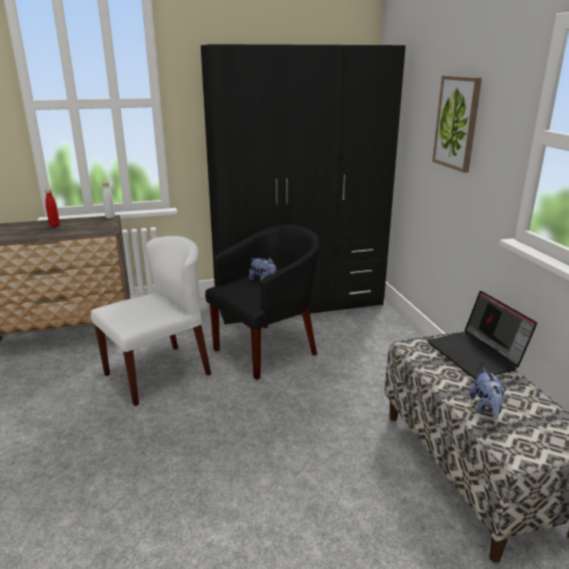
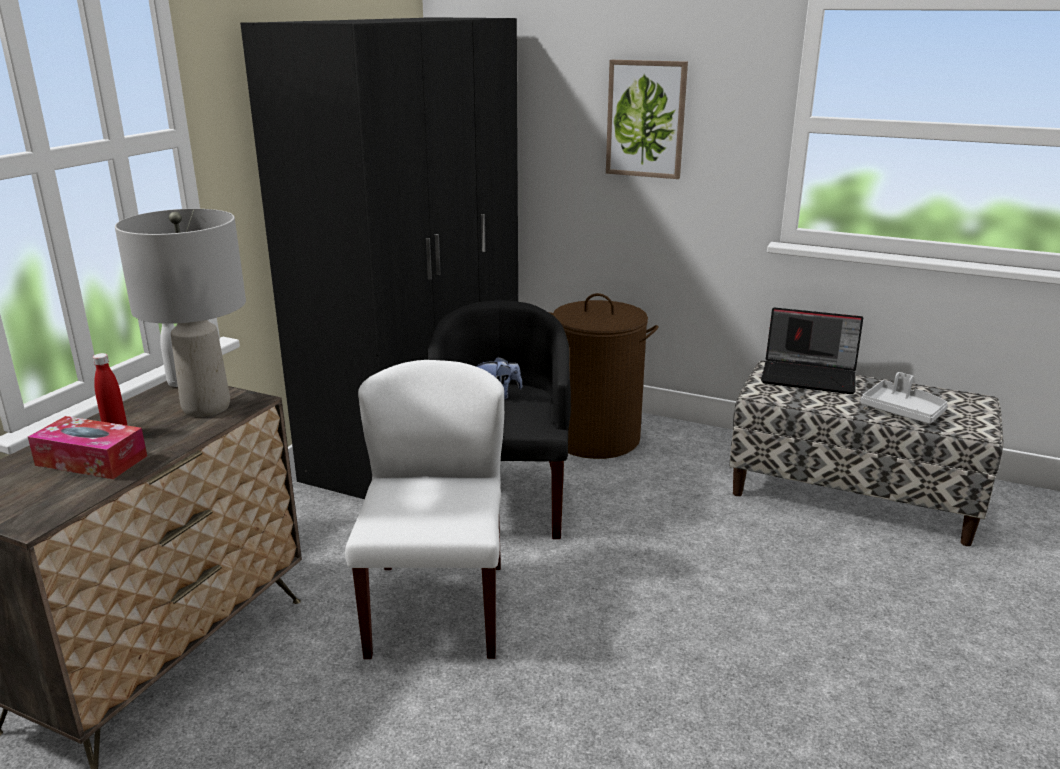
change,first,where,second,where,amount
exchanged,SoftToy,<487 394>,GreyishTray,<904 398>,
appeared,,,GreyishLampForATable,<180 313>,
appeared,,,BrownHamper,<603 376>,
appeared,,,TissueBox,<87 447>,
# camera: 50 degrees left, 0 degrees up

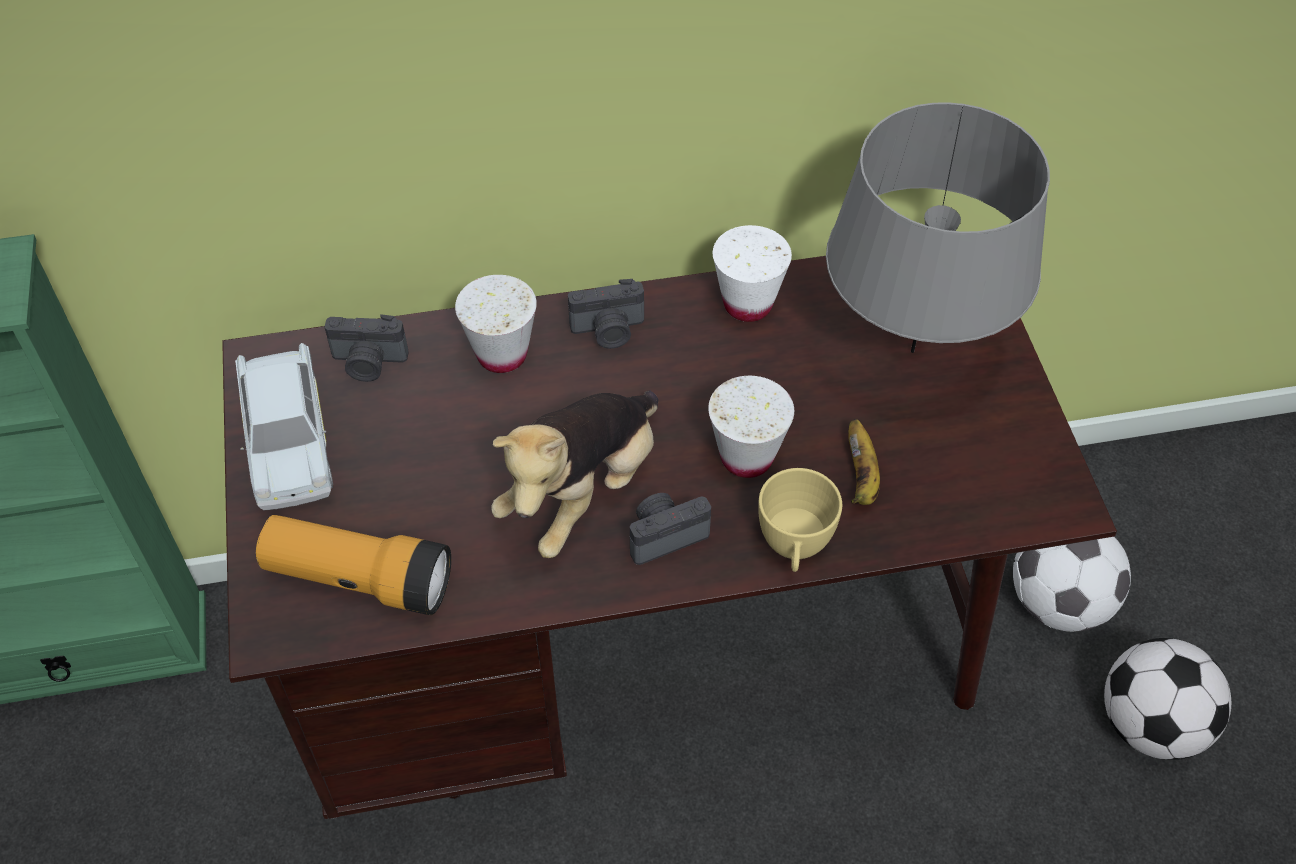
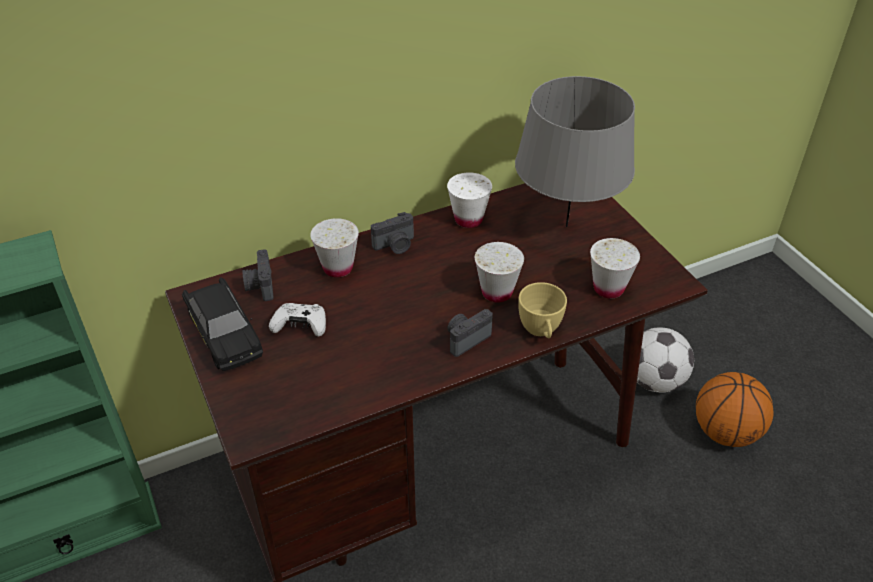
change,first,where,second,where,amount
spun,StillCamera,<366 348>,,<258 275>,90 degrees clockwise
colour,WhiteColouredModelCar,<284 427>,BlackishModelCar,<222 324>,
missing,SoftToy,<574 474>,,,
missing,WholeBanana,<864 462>,,,
missing,Flashlight,<353 565>,,,
exchanged,FootballBall,<1167 699>,BallForBasketball,<735 409>,
appeared,,,WhiteColouredDrinkingCup,<615 268>,
appeared,,,WhiteColouredJoypad,<297 320>,
# camera: 15 degrees left, 10 degrees down

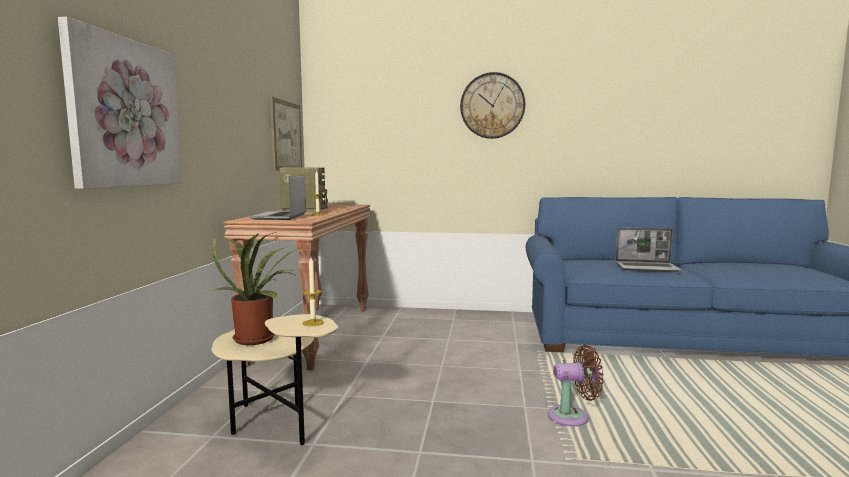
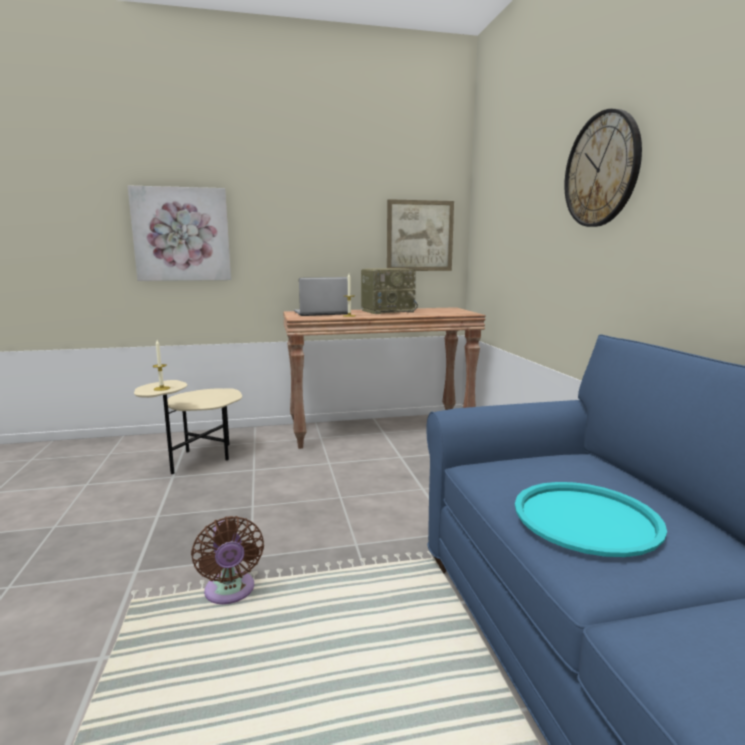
change,first,where,second,where,amount
exchanged,Laptop,<648 249>,TurquoiseTray,<591 519>,
missing,Houseplant,<257 288>,,,
# camera: 70 degrees right, 5 degrees up

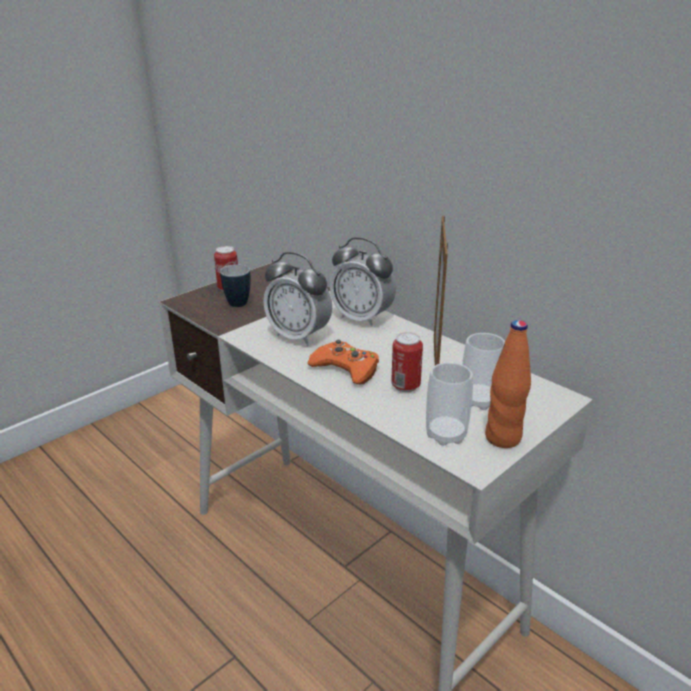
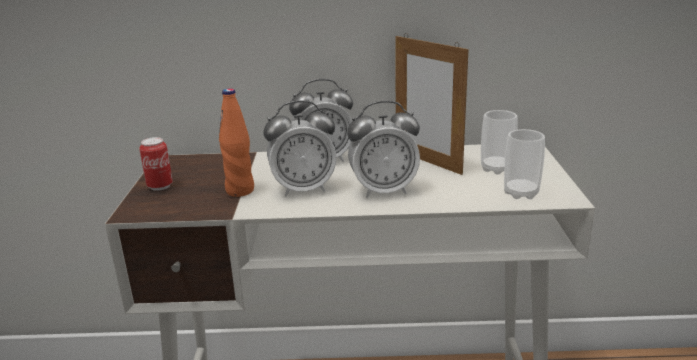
change,first,where,second,where,amount
missing,Mug,<235 285>,,,
relocated,OrangeColouredBeverageBottle,<508 384>,,<236 143>,
missing,SealedCan,<407 362>,,,
exchanged,OrangeColouredJoypad,<343 362>,AlarmClock,<383 149>,
# camera: 45 degrees left, 5 degrees down

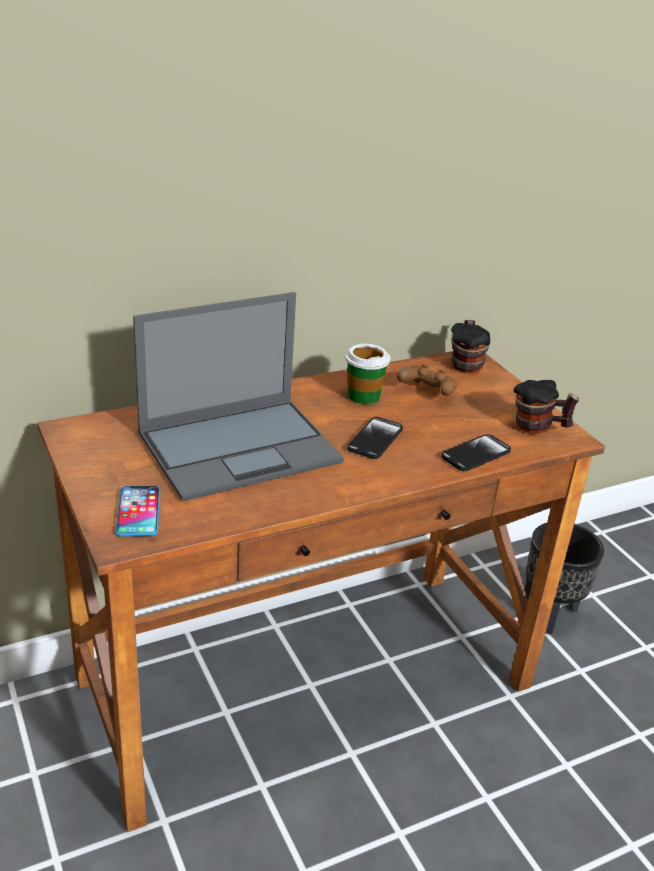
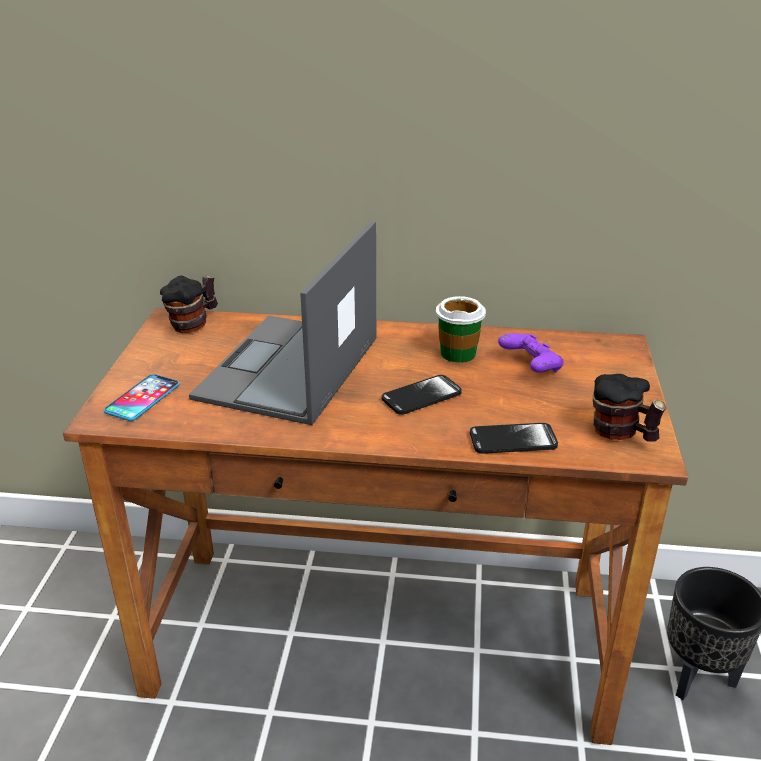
change,first,where,second,where,amount
spun,Laptop,<238 396>,,<282 323>,105 degrees clockwise
relocated,Mug,<470 347>,,<189 304>,
colour,BrownJoypad,<427 380>,PurpleJoypad,<531 353>,
# camera: 35 degrees right, 0 degrees up

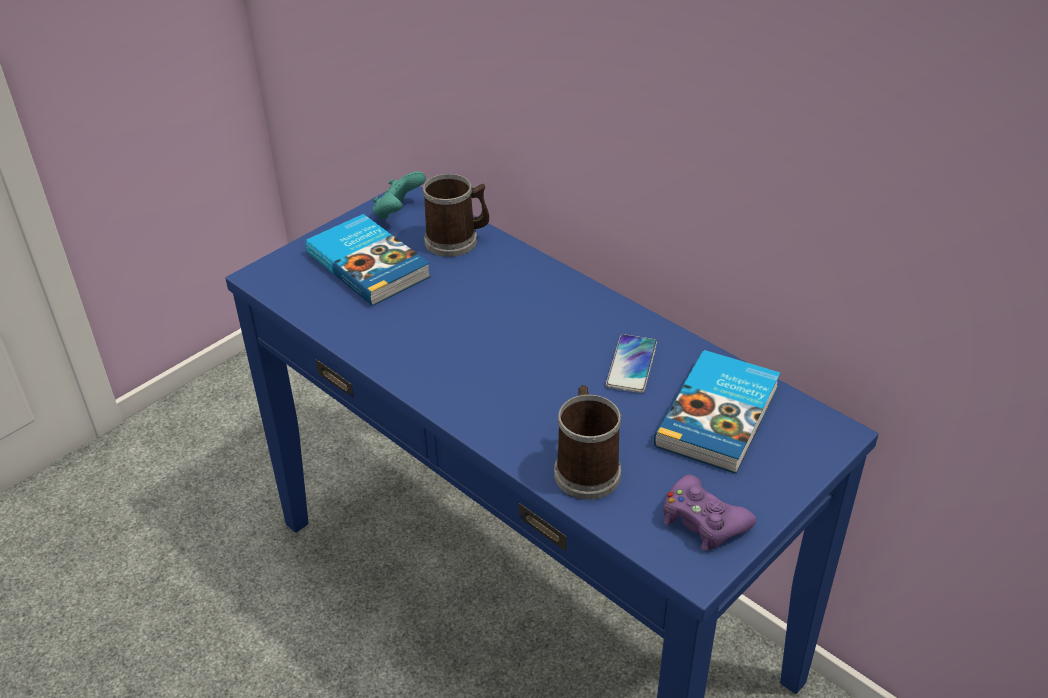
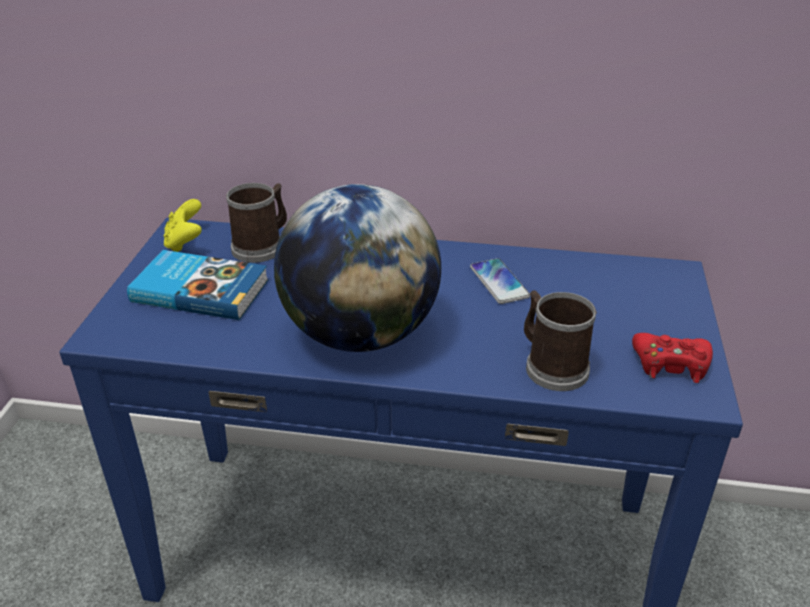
change,first,where,second,where,amount
colour,TurquoiseJoypad,<399 195>,YellowJoypad,<183 225>,
missing,Book,<717 412>,,,
colour,PurpleJoypad,<709 512>,RedColouredJoypad,<672 358>,
appeared,,,Globe,<357 268>,
# camera: 35 degrees left, 5 degrees down

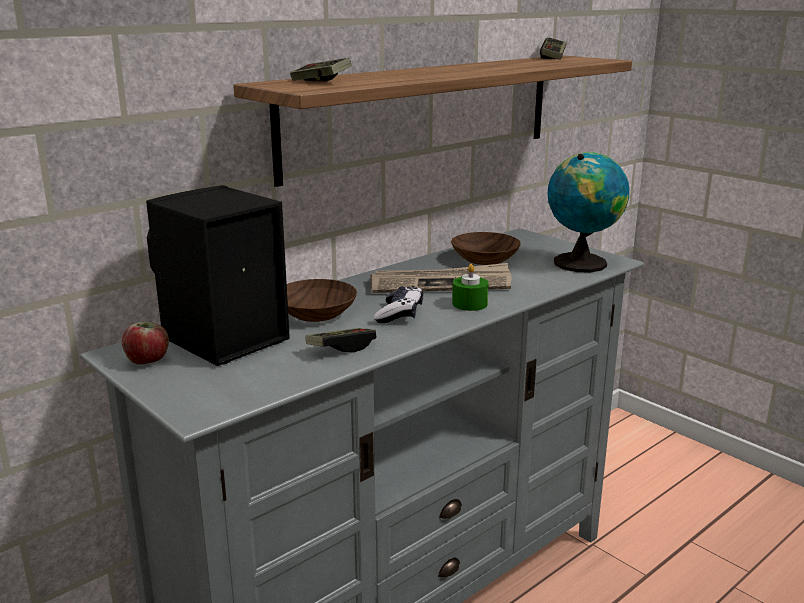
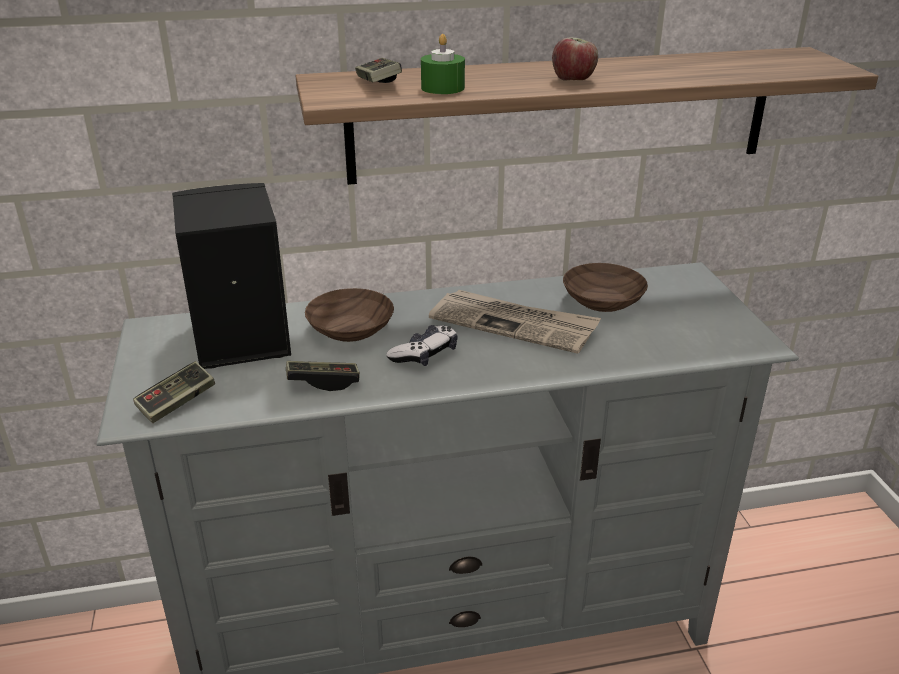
change,first,where,second,where,amount
relocated,Joypad,<553 48>,,<174 392>,
missing,Globe,<588 212>,,,
relocated,GreenColouredCandle,<470 287>,,<443 64>,
relocated,WholeApple,<145 343>,,<575 59>,
# camera: 30 degrees right, 10 degrees up

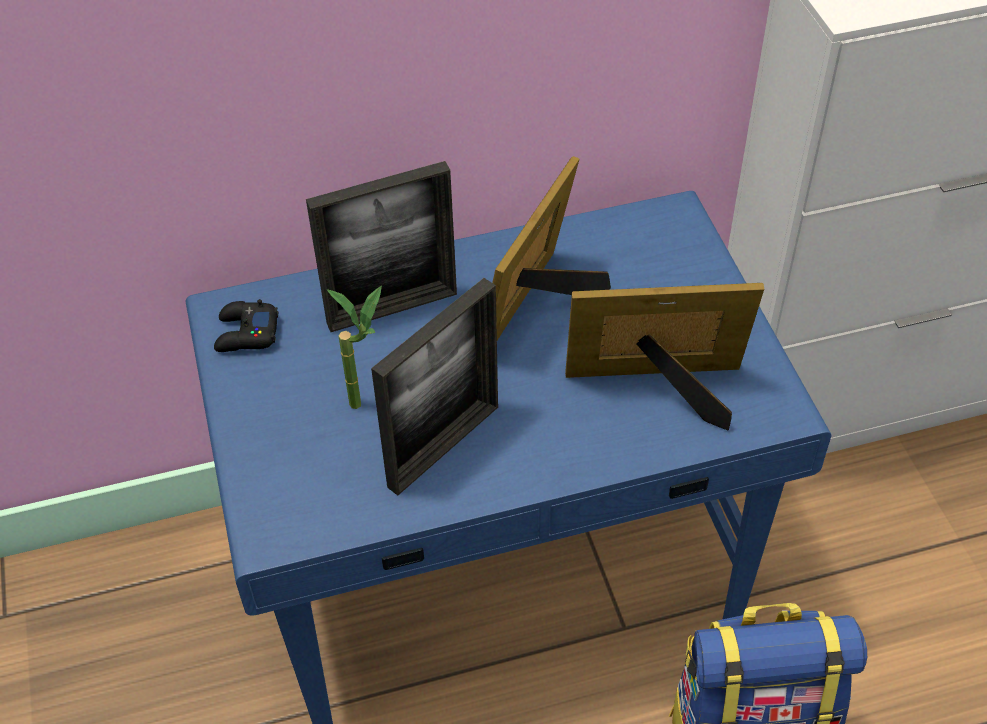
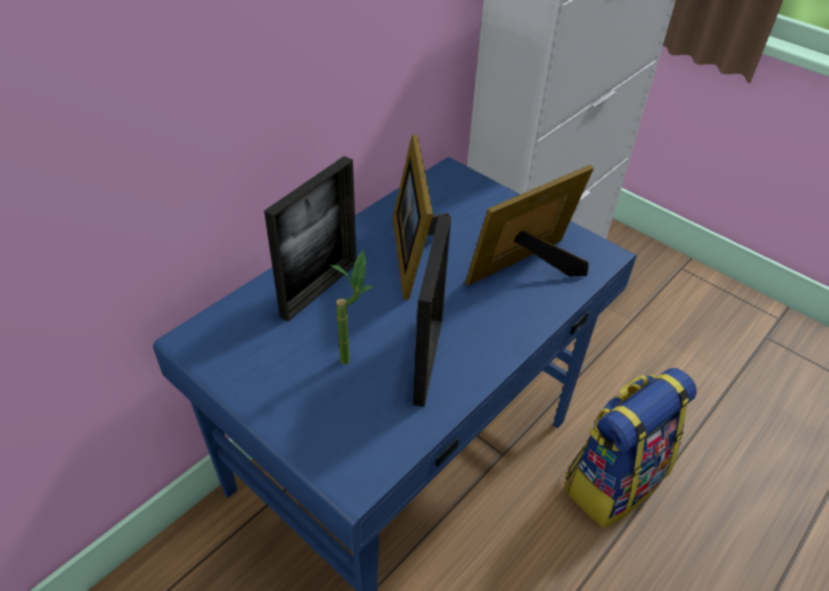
change,first,where,second,where,amount
missing,BlackishJoypad,<246 325>,,,
# camera: 35 degrees left, 5 degrees down

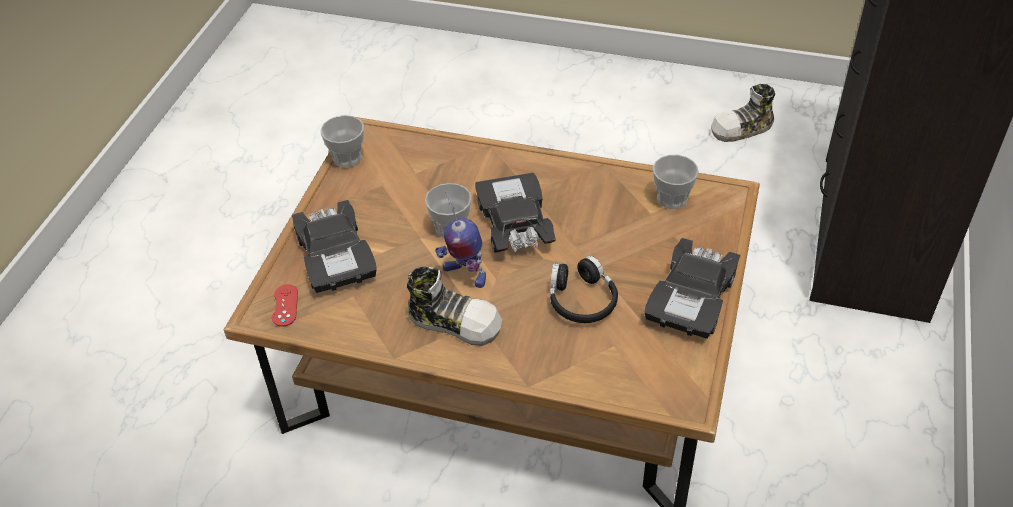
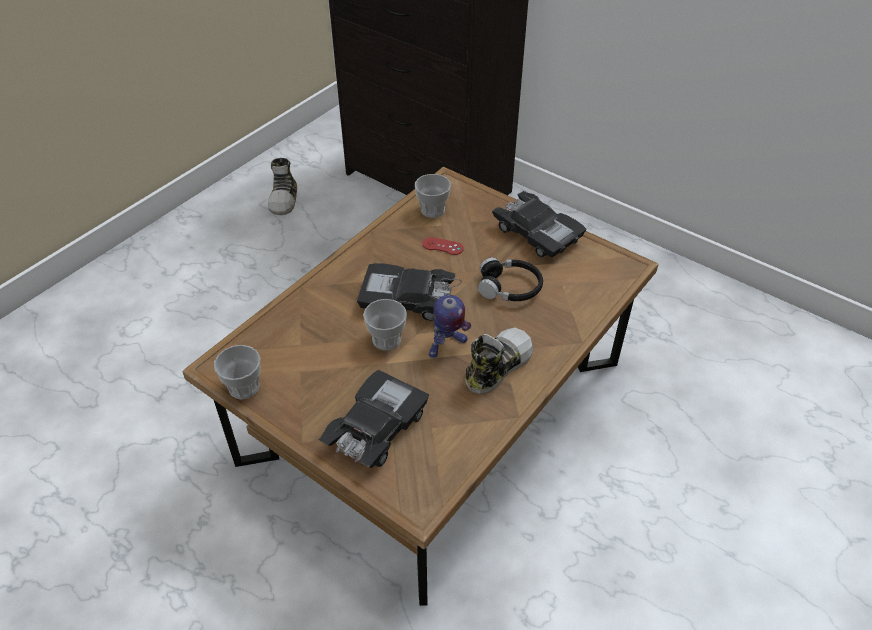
change,first,where,second,where,amount
spun,BlackishModelCar,<334 246>,,<374 419>,60 degrees counterclockwise
relocated,RedColouredJoypad,<285 305>,,<443 246>,
# camera: 70 degrees left, 0 degrees up

